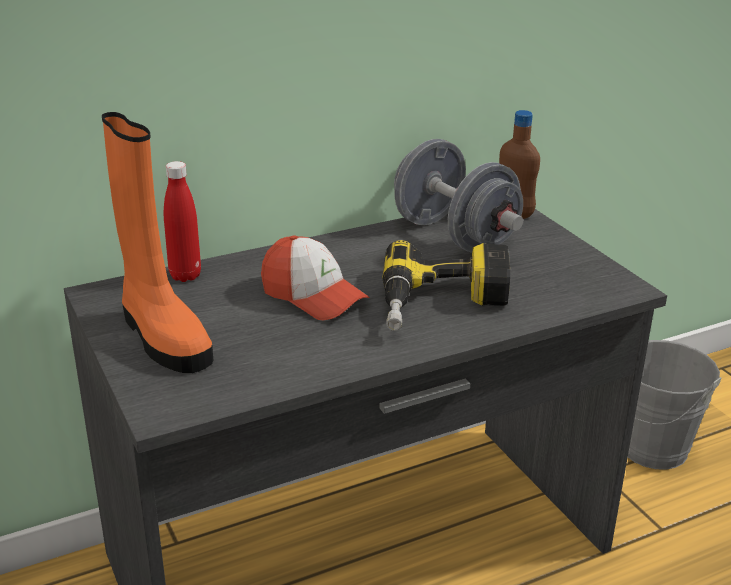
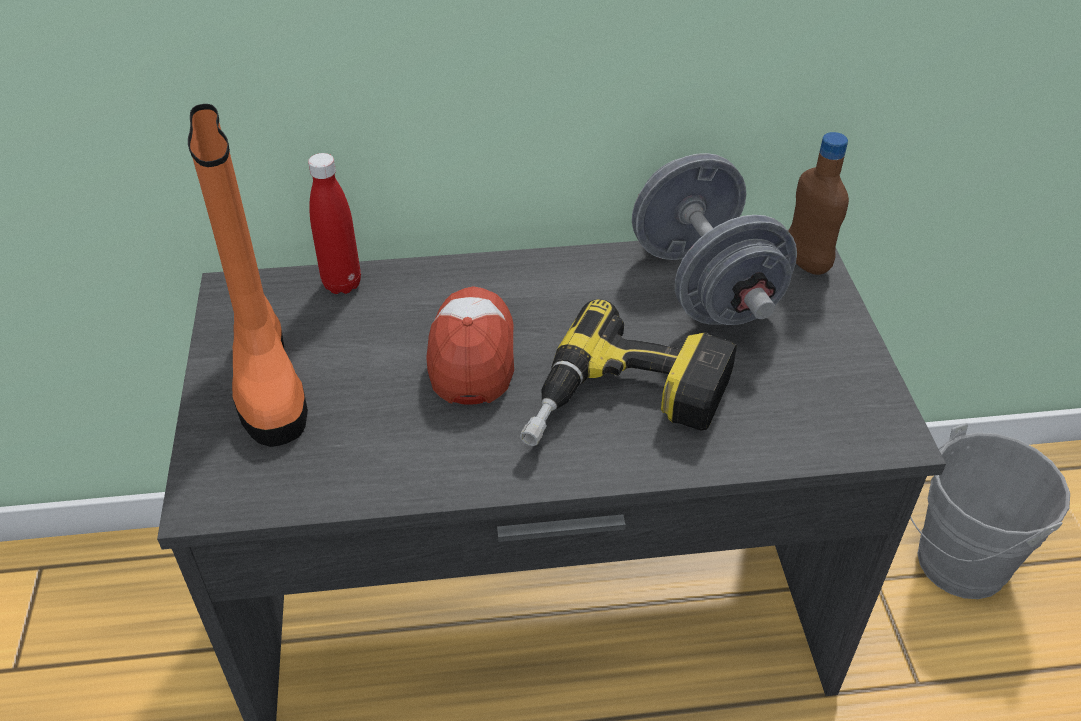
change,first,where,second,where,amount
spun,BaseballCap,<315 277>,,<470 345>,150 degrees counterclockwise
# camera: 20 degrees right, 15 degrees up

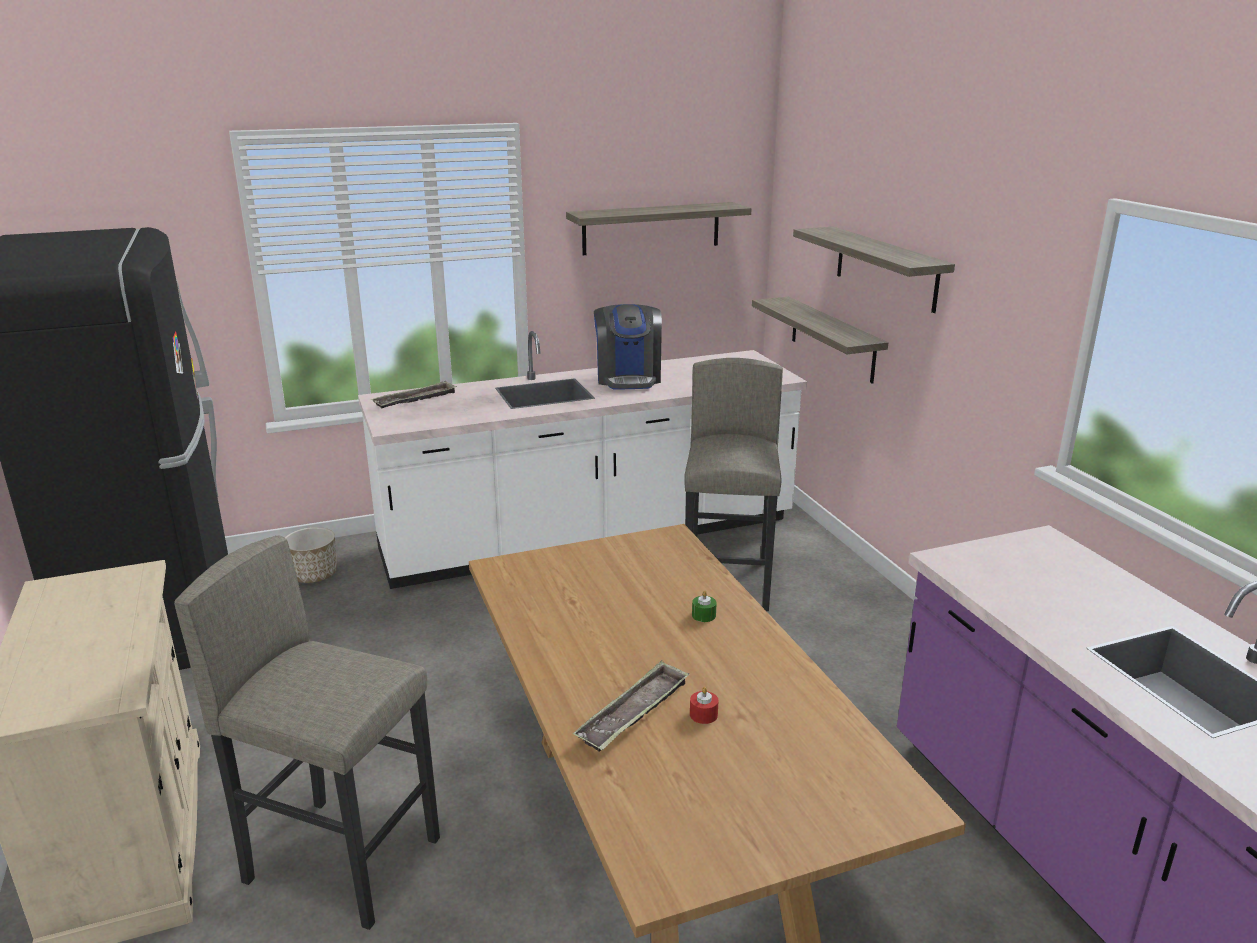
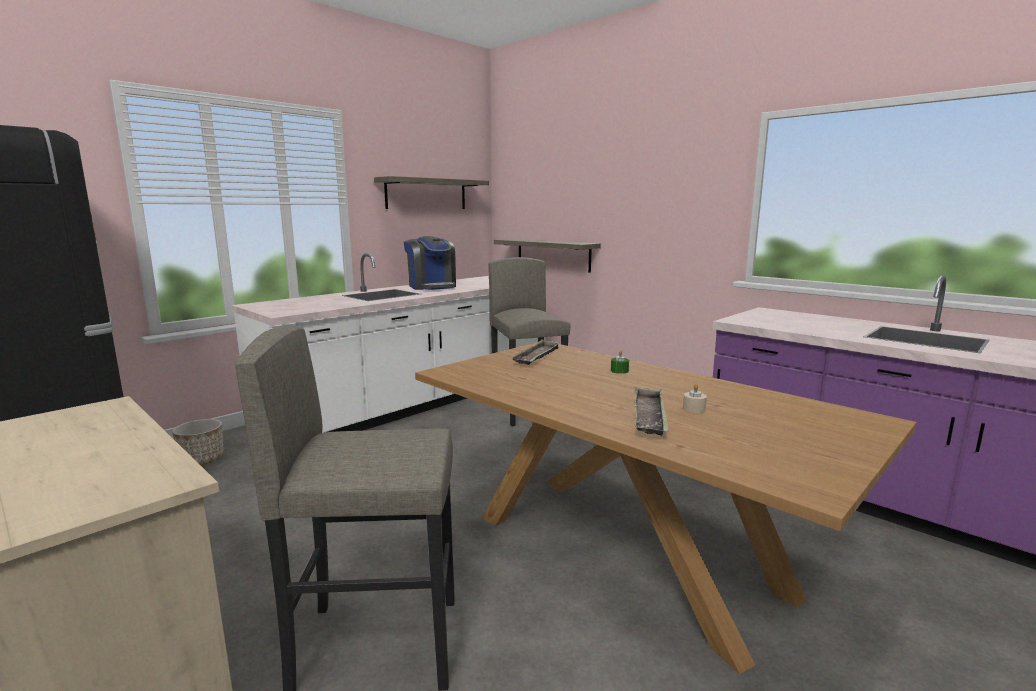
change,first,where,second,where,amount
missing,WallShelf,<874 270>,,,
relocated,Tray,<414 394>,,<536 352>,
colour,RedColouredCandle,<704 705>,BeigeColouredCandle,<695 398>,
# camera: 25 degrees left, 10 degrees down

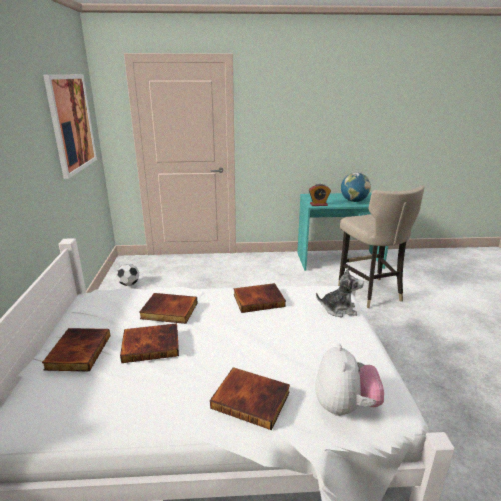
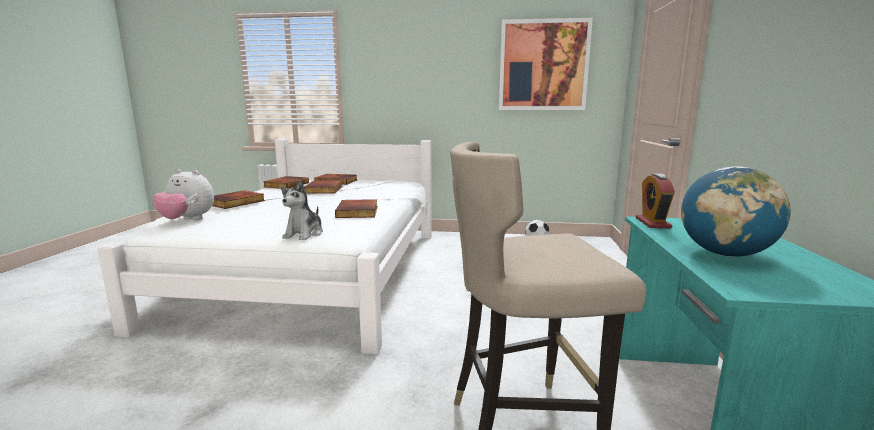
change,first,where,second,where,amount
relocated,Book,<168 308>,,<286 182>,
# camera: 100 degrees right, 10 degrees down

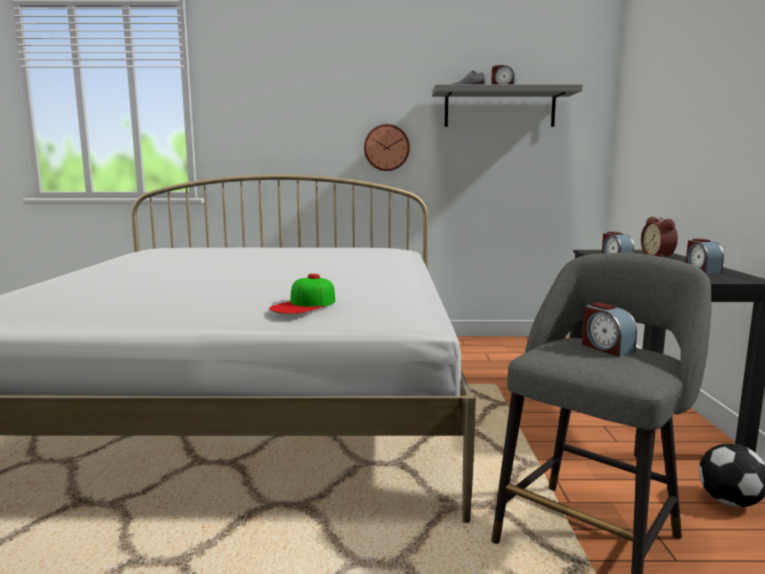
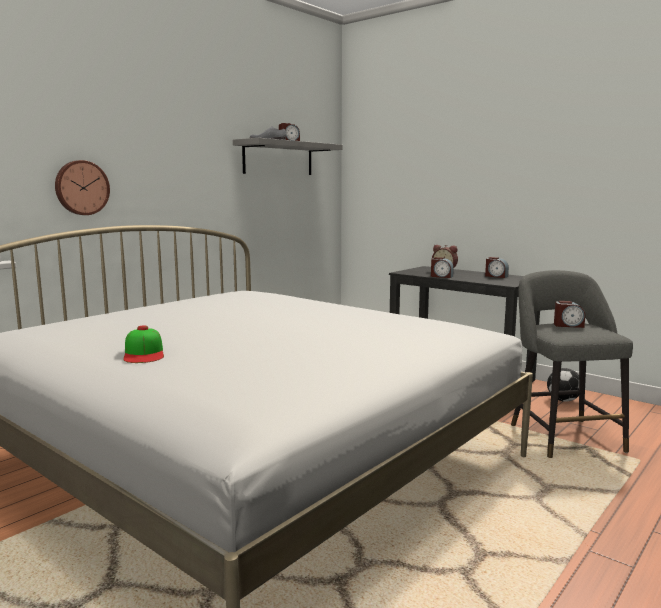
change,first,where,second,where,amount
relocated,WallClock,<387 147>,,<82 187>,
relocated,BaseballCap,<302 294>,,<144 344>,
# camera: 50 degrees left, 0 degrees up

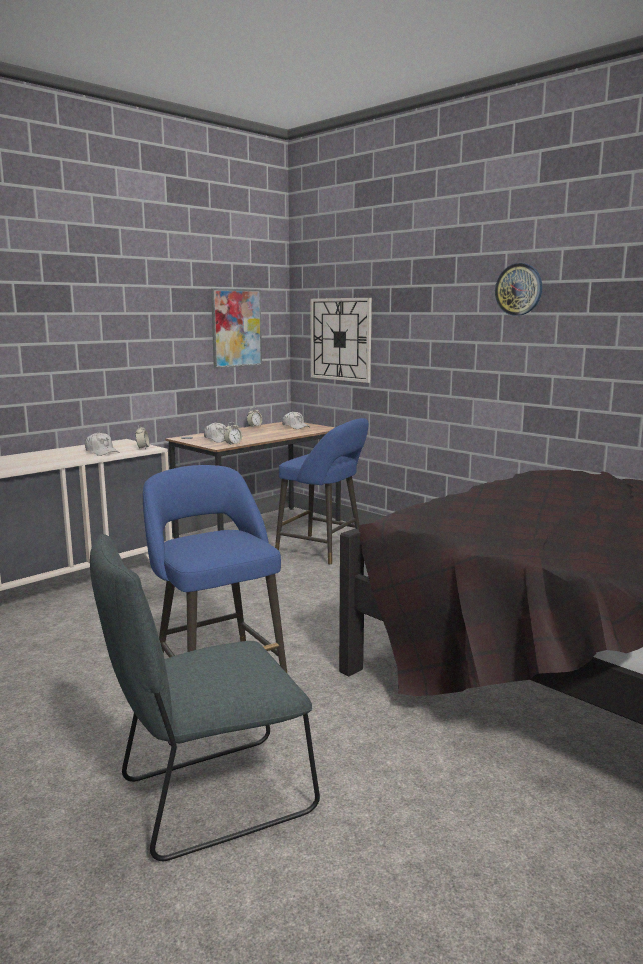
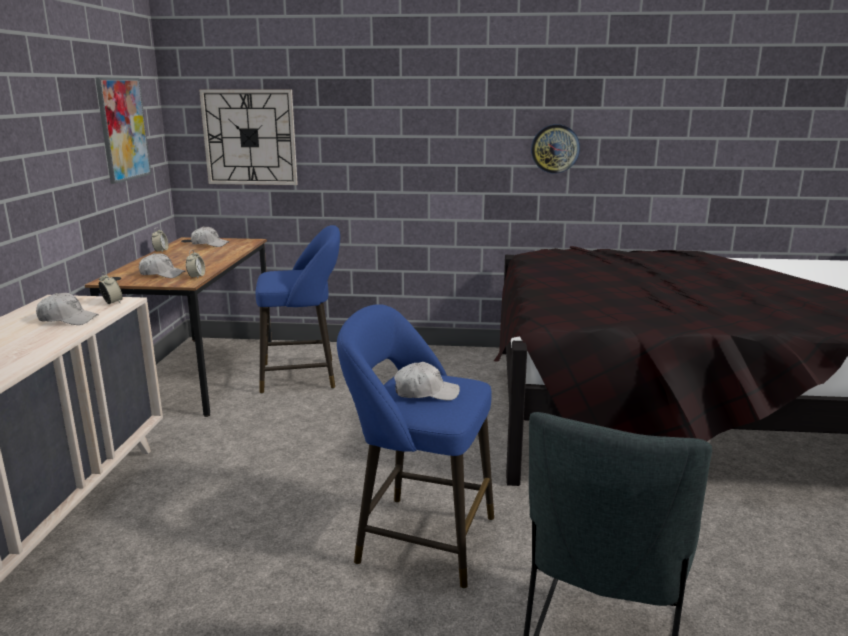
change,first,where,second,where,amount
relocated,WallClock,<518 289>,,<555 148>,
appeared,,,WhiteColouredBaseballCap,<427 381>,
# camera: 40 degrees left, 5 degrees up

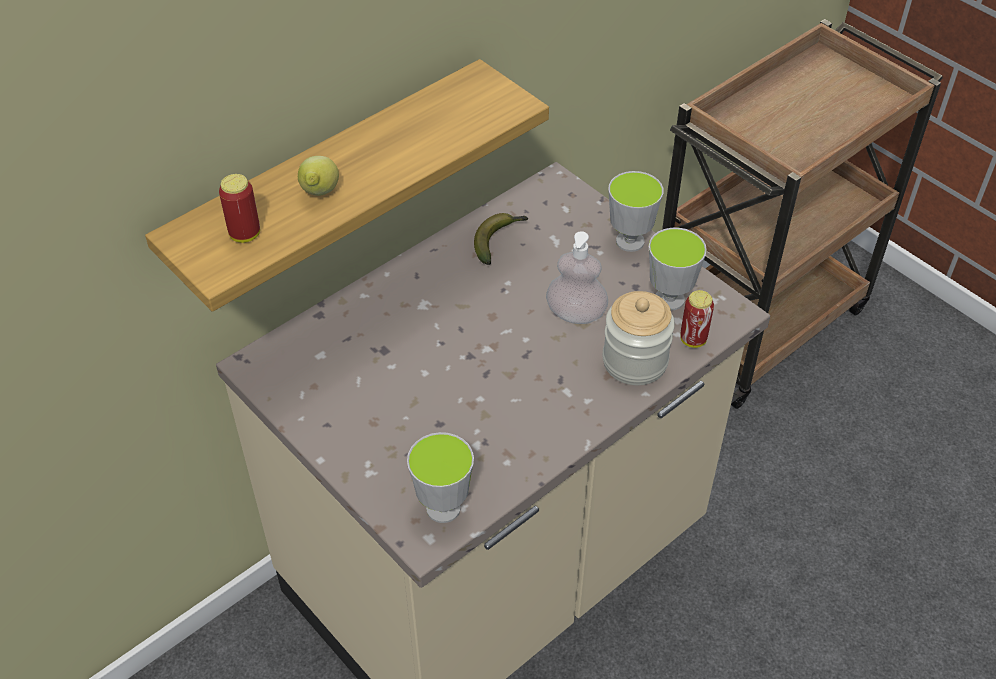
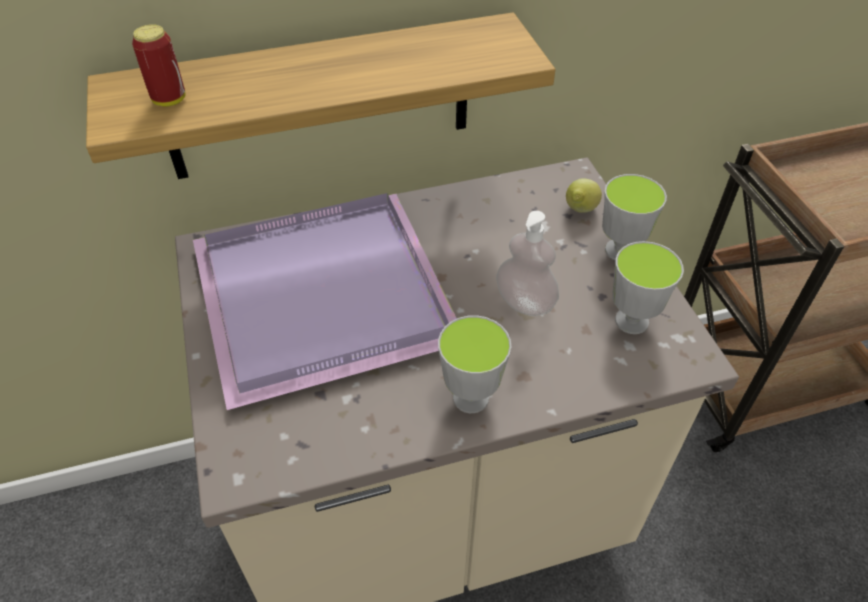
change,first,where,second,where,amount
relocated,WholeLemon,<318 176>,,<584 195>,
missing,WholeBanana,<501 239>,,,
missing,SealedCan,<697 319>,,,
missing,StorageJar,<638 338>,,,
relocated,DrinkingCup,<440 477>,,<474 364>,
appeared,,,PurpleTray,<325 301>,
# camera: 25 degrees right, 0 degrees up

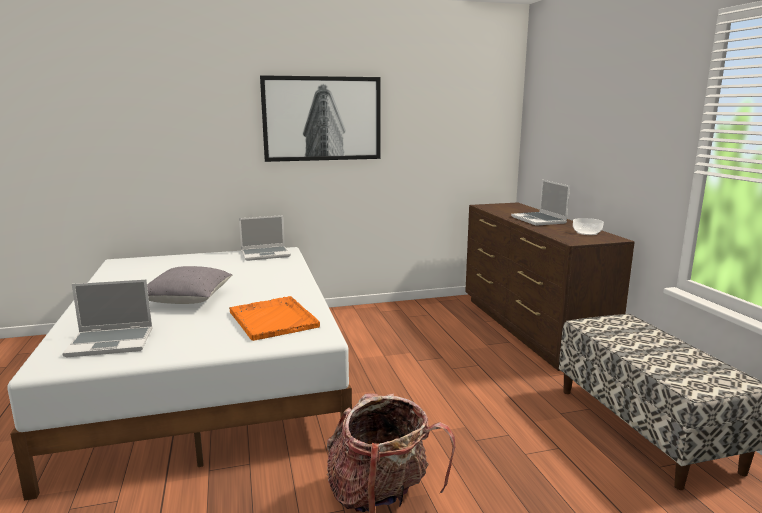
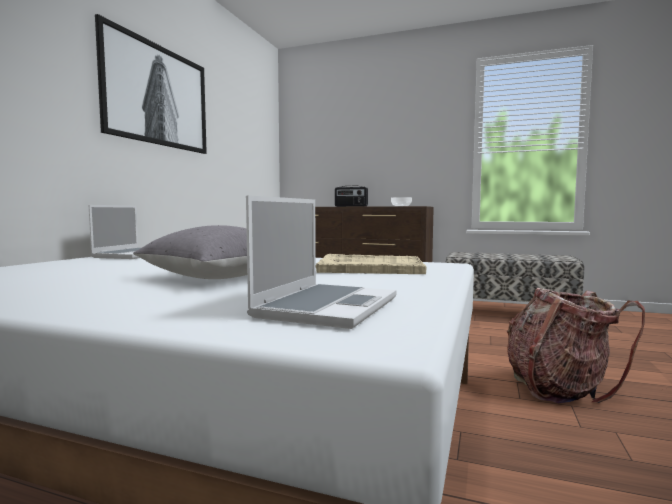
change,first,where,second,where,amount
exchanged,Laptop,<540 203>,RadioReceiver,<351 196>,
colour,OrangeColouredTray,<274 318>,BeigeColouredTray,<371 264>,
# camera: 55 degrees left, 10 degrees down

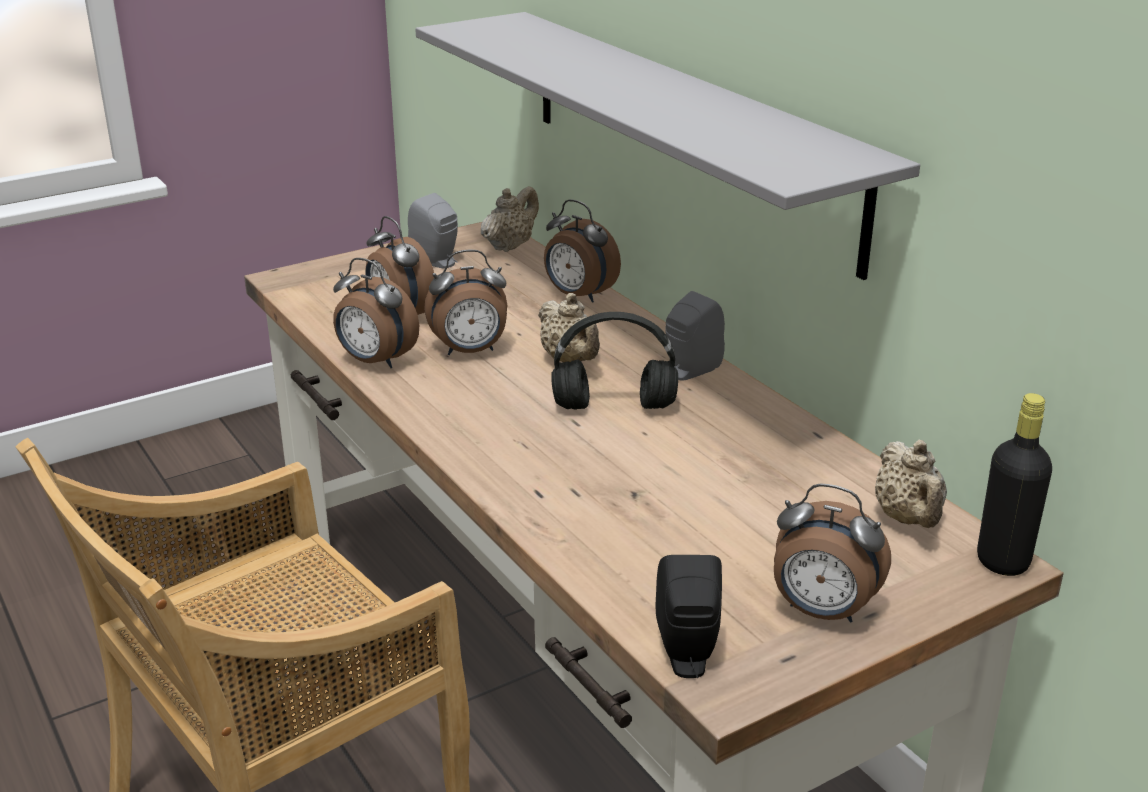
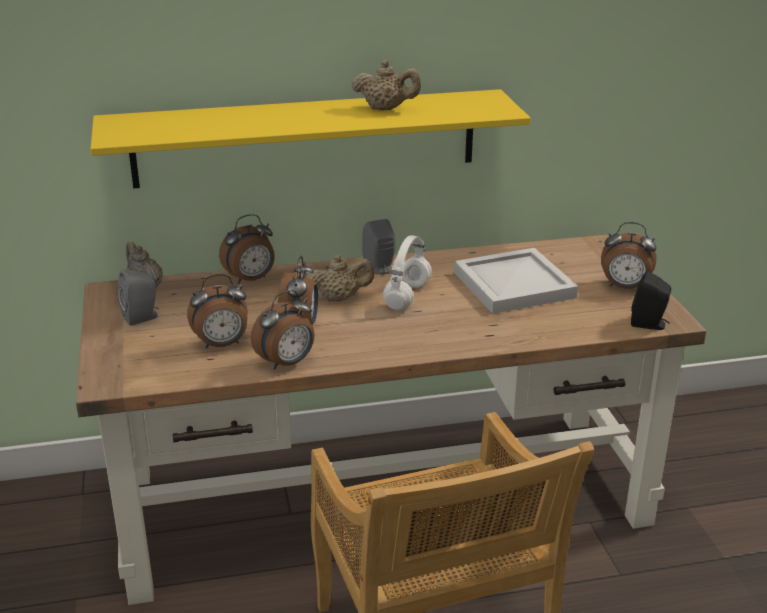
change,first,where,second,where,amount
colour,GreyishWallShelf,<667 146>,YellowWallShelf,<311 139>,
colour,BlackishHeadphones,<614 361>,WhiteColouredHeadphones,<407 272>,
missing,BlackishBeverageBottle,<1014 484>,,,
relocated,BeigeColouredTeapot,<911 484>,,<386 85>,
spun,AlarmClock,<832 553>,,<628 255>,60 degrees clockwise
appeared,,,WhiteColouredTray,<516 281>,
# camera: 70 degrees left, 0 degrees up

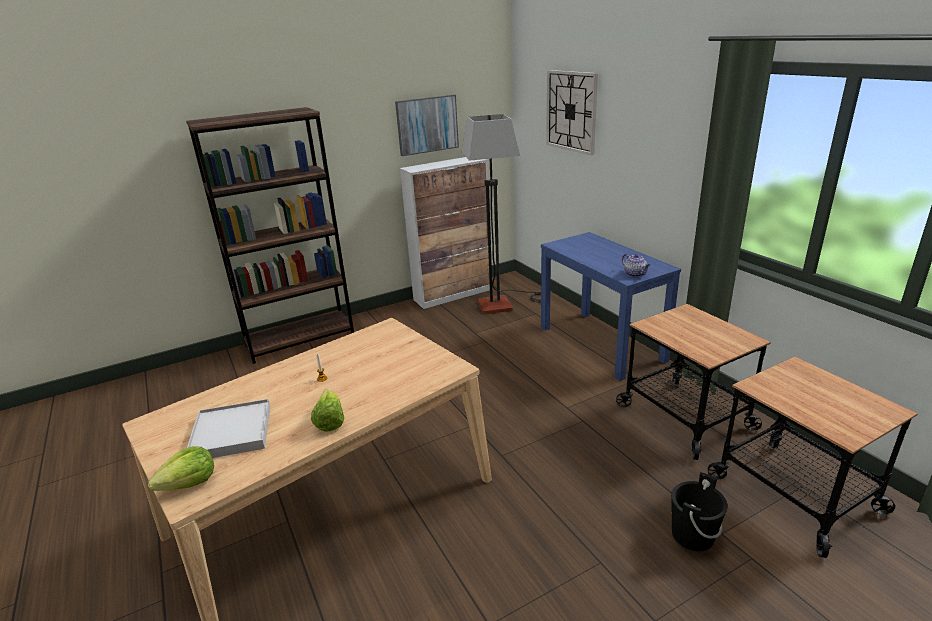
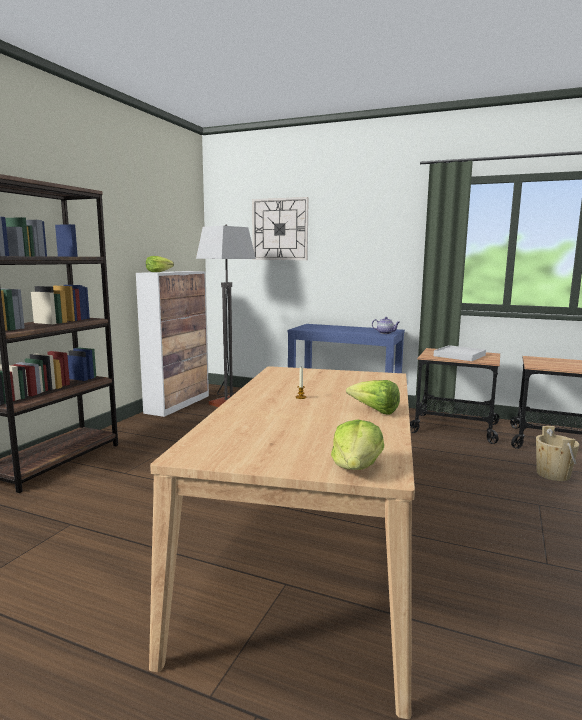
change,first,where,second,where,amount
missing,WallPicture,<427 125>,,,
relocated,WhiteColouredTray,<228 428>,,<460 353>,
colour,BlackishBucket,<699 511>,BeigeColouredBucket,<557 453>,
appeared,,,LettuceHead,<160 264>,
# camera: 40 degrees left, 15 degrees down

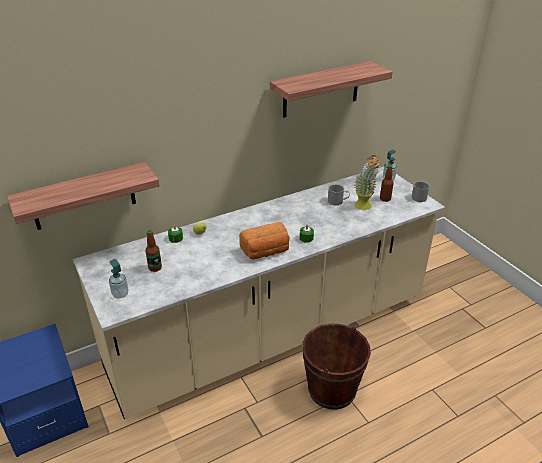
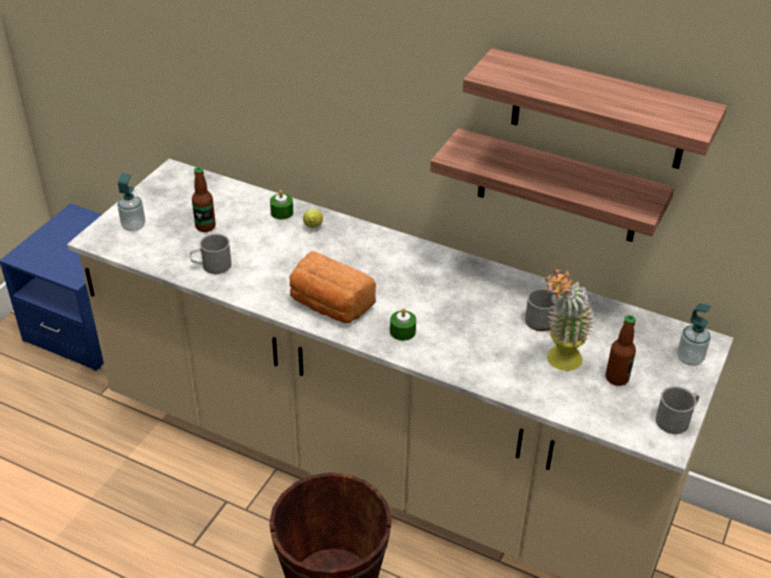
change,first,where,second,where,amount
relocated,WallShelf,<83 196>,,<552 185>,
appeared,,,GreyishMug,<210 254>,
# camera: 55 degrees right, 5 degrees up

